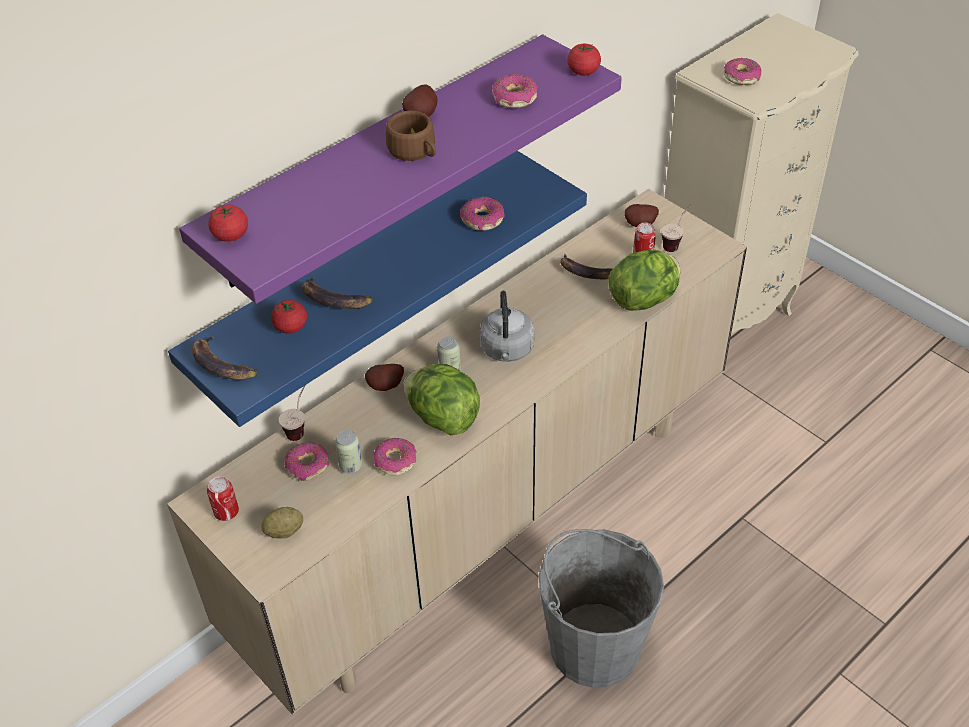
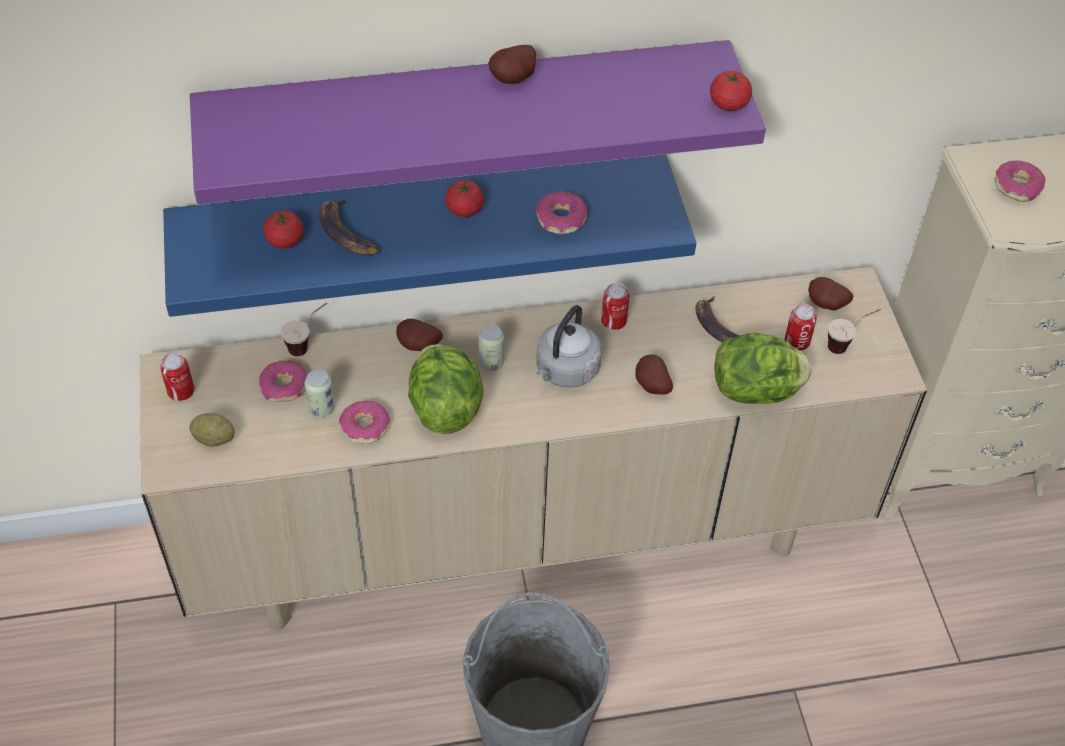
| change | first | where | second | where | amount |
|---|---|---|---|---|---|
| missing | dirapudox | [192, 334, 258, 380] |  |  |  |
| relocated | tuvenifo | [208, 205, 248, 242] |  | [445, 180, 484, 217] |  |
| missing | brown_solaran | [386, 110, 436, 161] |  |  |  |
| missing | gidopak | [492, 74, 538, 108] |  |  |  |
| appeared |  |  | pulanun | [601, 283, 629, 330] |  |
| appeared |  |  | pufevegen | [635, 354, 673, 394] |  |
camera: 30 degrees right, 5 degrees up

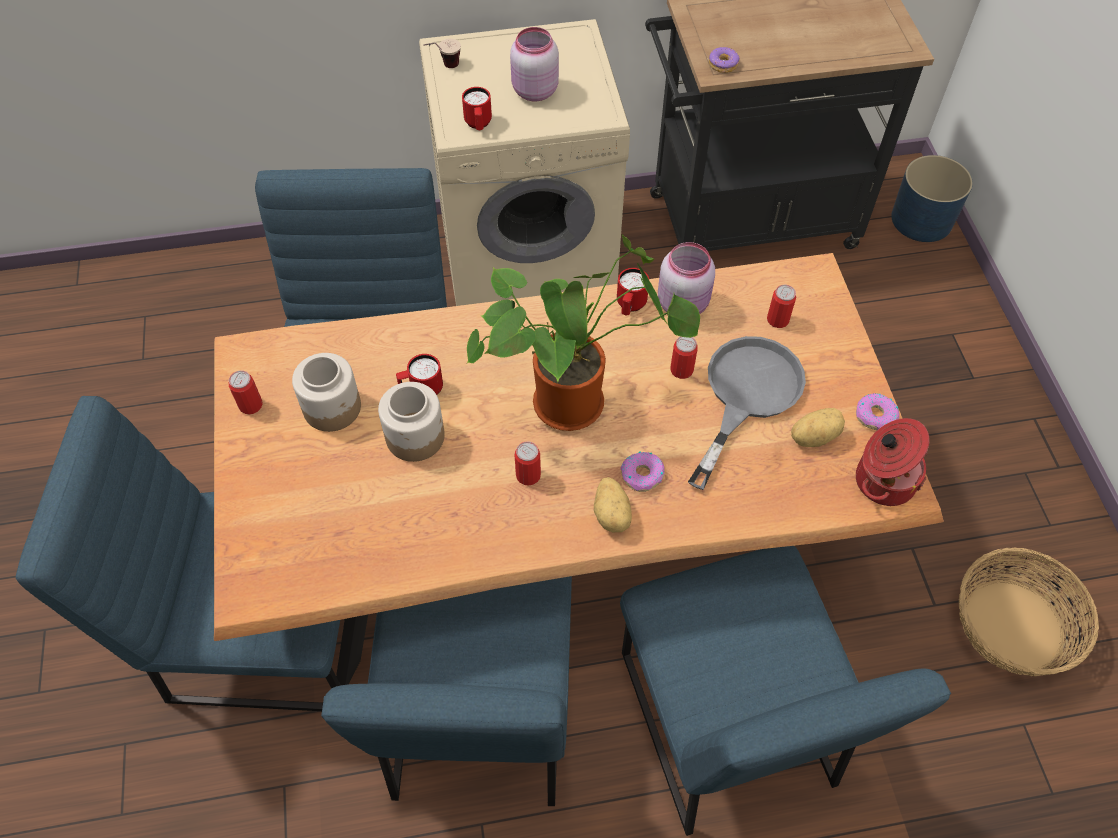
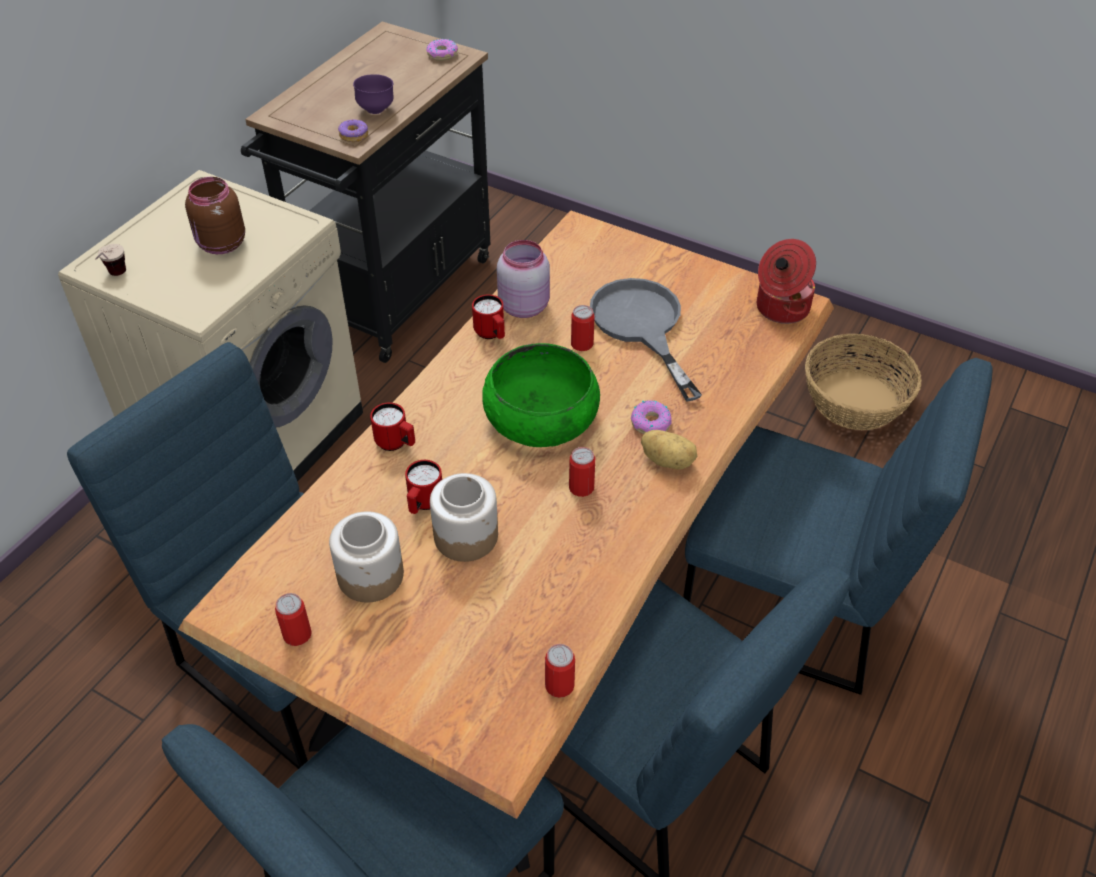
| change | first | where | second | where | amount |
|---|---|---|---|---|---|
| relocated | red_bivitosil | [462, 87, 492, 130] |  | [370, 402, 415, 451] |  |
| exchanged | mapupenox | [467, 234, 700, 431] | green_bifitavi | [482, 343, 600, 447] |  |
| colour | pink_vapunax | [510, 27, 559, 101] | brown_vapunax | [185, 177, 245, 254] |  |
| relocated | pulanun | [767, 285, 796, 328] |  | [545, 644, 575, 698] |  |
| missing | pufevegen | [791, 408, 845, 447] |  |  |  |
| relocated | gidopak | [856, 393, 900, 430] |  | [426, 39, 458, 61] |  |
| missing | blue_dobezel | [891, 155, 973, 242] |  |  |  |
| appeared |  |  | purple_bifitavi | [353, 74, 394, 114] |  |
camera: 50 degrees left, 10 degrees down

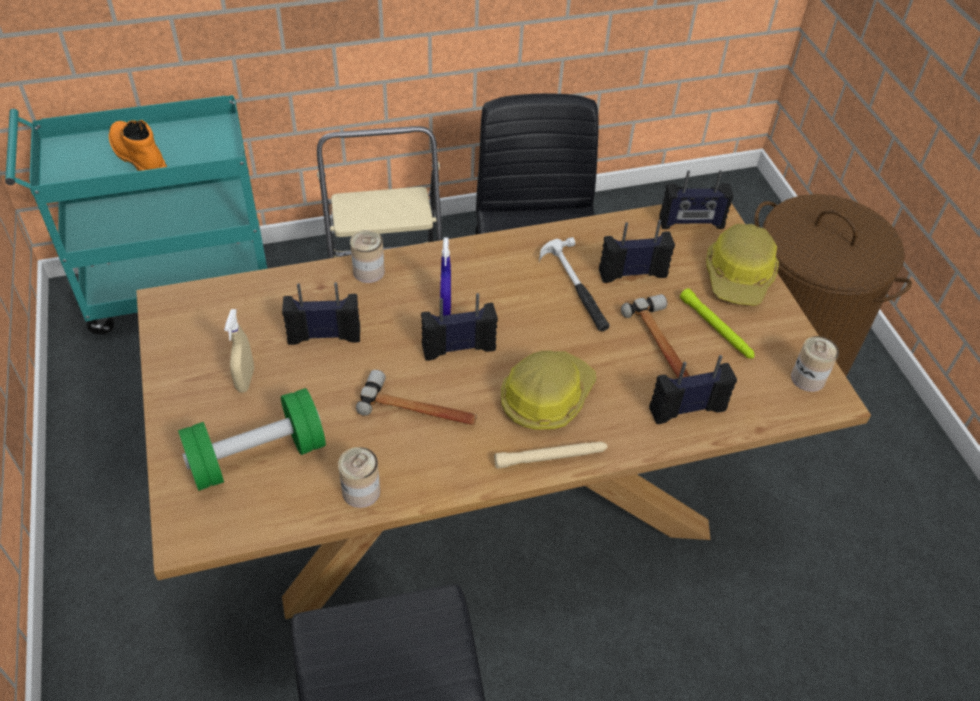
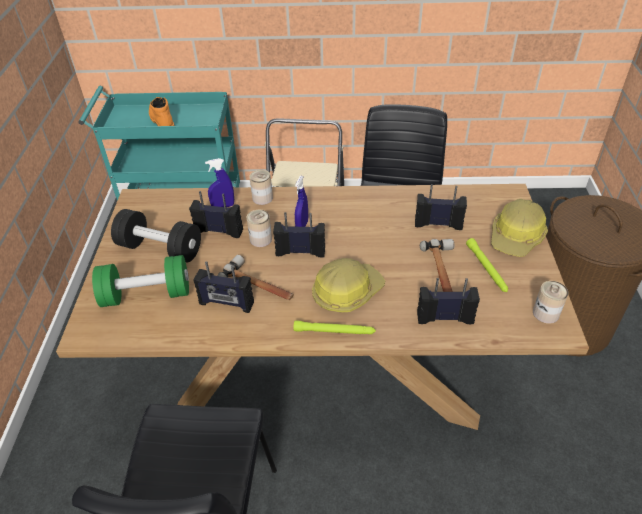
| change | first | where | second | where | amount |
|---|---|---|---|---|---|
| exchanged | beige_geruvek | [224, 309, 254, 393] | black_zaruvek | [111, 209, 201, 262] |  |
| relocated | pulanun | [338, 447, 380, 508] |  | [247, 210, 272, 247] |  |
| colour | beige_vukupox | [494, 442, 608, 469] | green_vukupox | [294, 320, 376, 334] |  |
| missing | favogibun | [539, 237, 610, 331] |  |  |  |
| relocated | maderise | [659, 170, 733, 229] |  | [194, 261, 254, 313] |  |
| appeared |  |  | blue_geruvek | [205, 158, 234, 207] |  |
camera: 20 degrees right, 5 degrees down

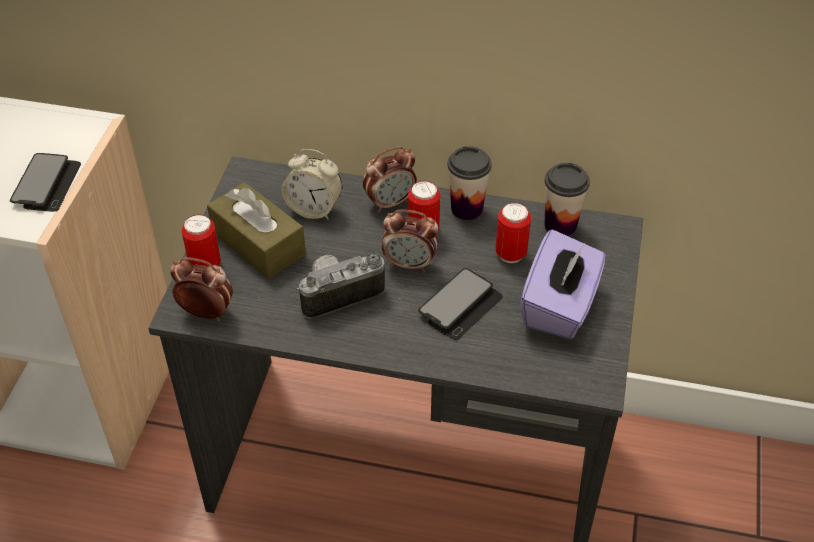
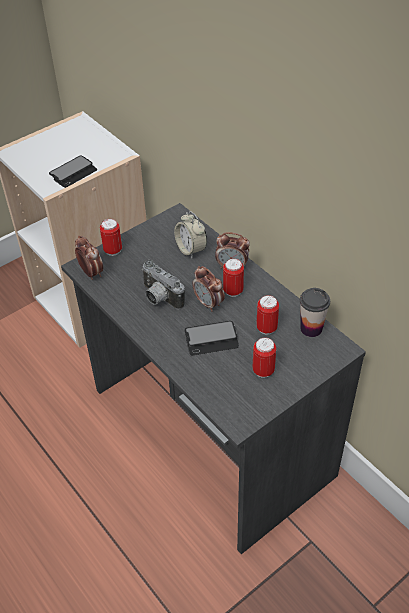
| change | first | where | second | where | amount |
|---|---|---|---|---|---|
| missing | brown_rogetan | [207, 182, 306, 279] |  |  |  |
| spun | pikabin | [297, 252, 385, 319] |  | [141, 260, 185, 310] | 150 degrees counterclockwise |
| missing | solaran | [447, 146, 492, 220] |  |  |  |
| exchanged | purple_rogetan | [521, 229, 605, 339] | pulanun | [253, 337, 276, 378] |  |
camera: 40 degrees right, 0 degrees up

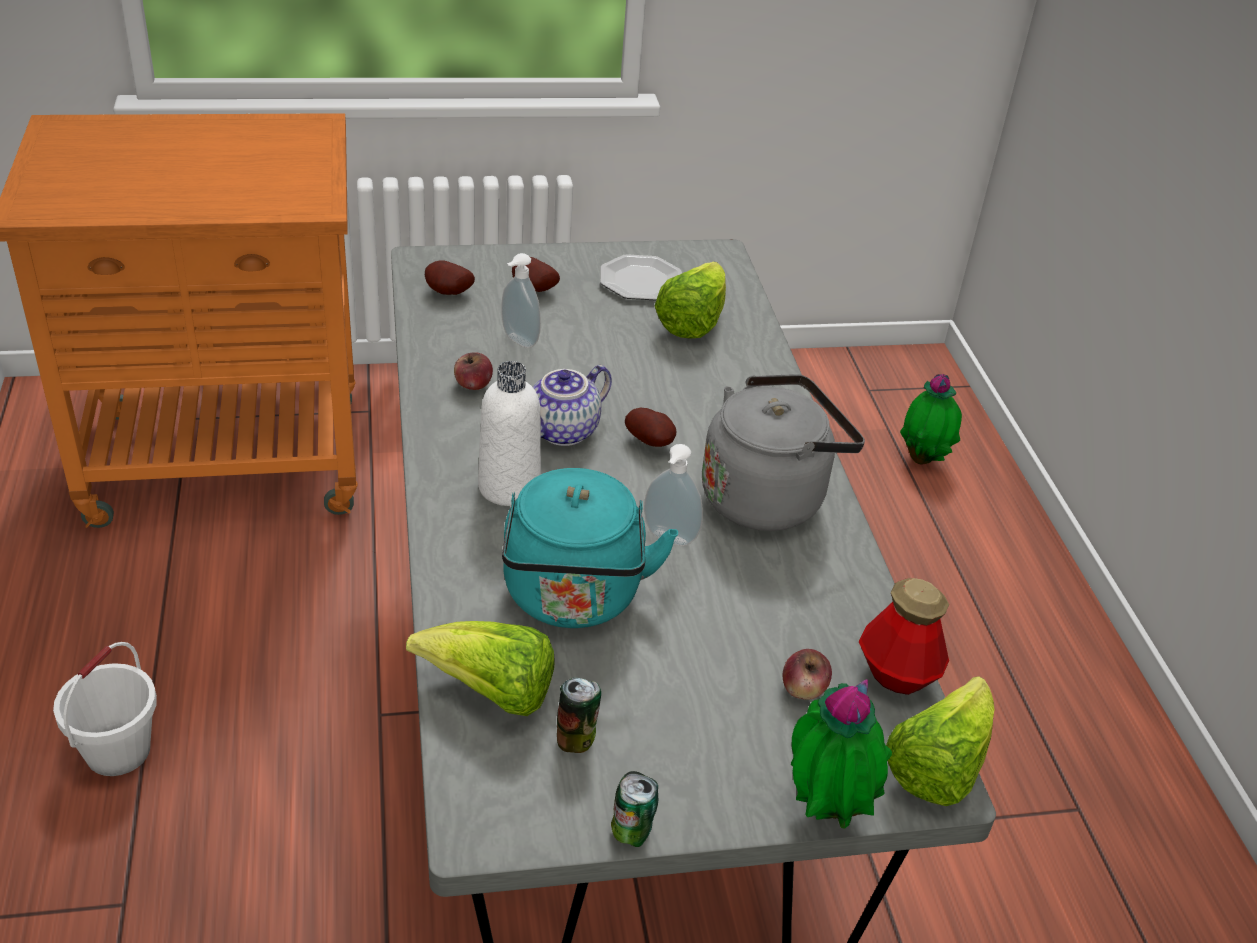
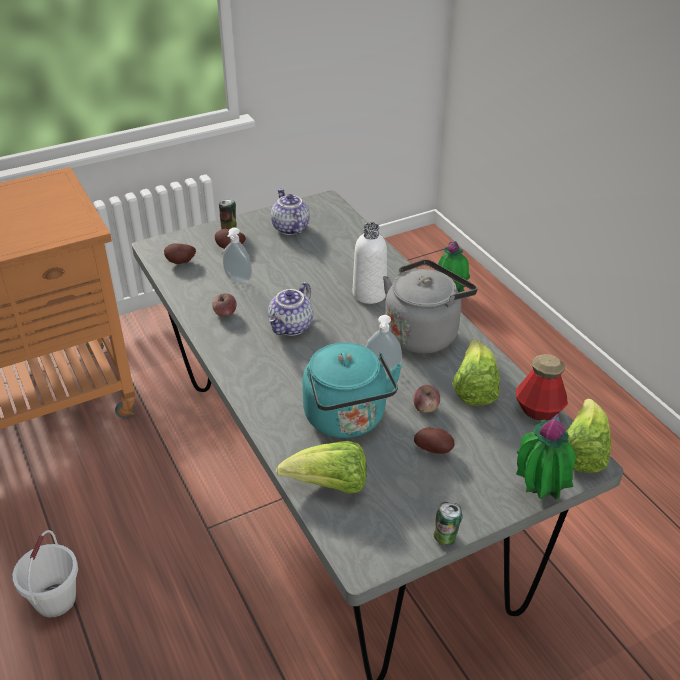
| change | first | where | second | where | amount |
|---|---|---|---|---|---|
| relocated | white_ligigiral | [478, 361, 541, 506] |  | [353, 222, 387, 304] |  |
| relocated | pulanun | [557, 678, 601, 753] |  | [219, 199, 237, 229] |  |
| exchanged | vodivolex | [600, 254, 682, 300] | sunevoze | [271, 189, 310, 235] |  |
| relocated | pufevegen | [625, 408, 676, 447] |  | [414, 427, 454, 454] |  |
| relocated | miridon | [655, 261, 726, 339] |  | [452, 339, 500, 406] |  |
| relocated | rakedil | [783, 649, 832, 700] |  | [413, 385, 440, 413] |  |
camera: 15 degrees left, 0 degrees up

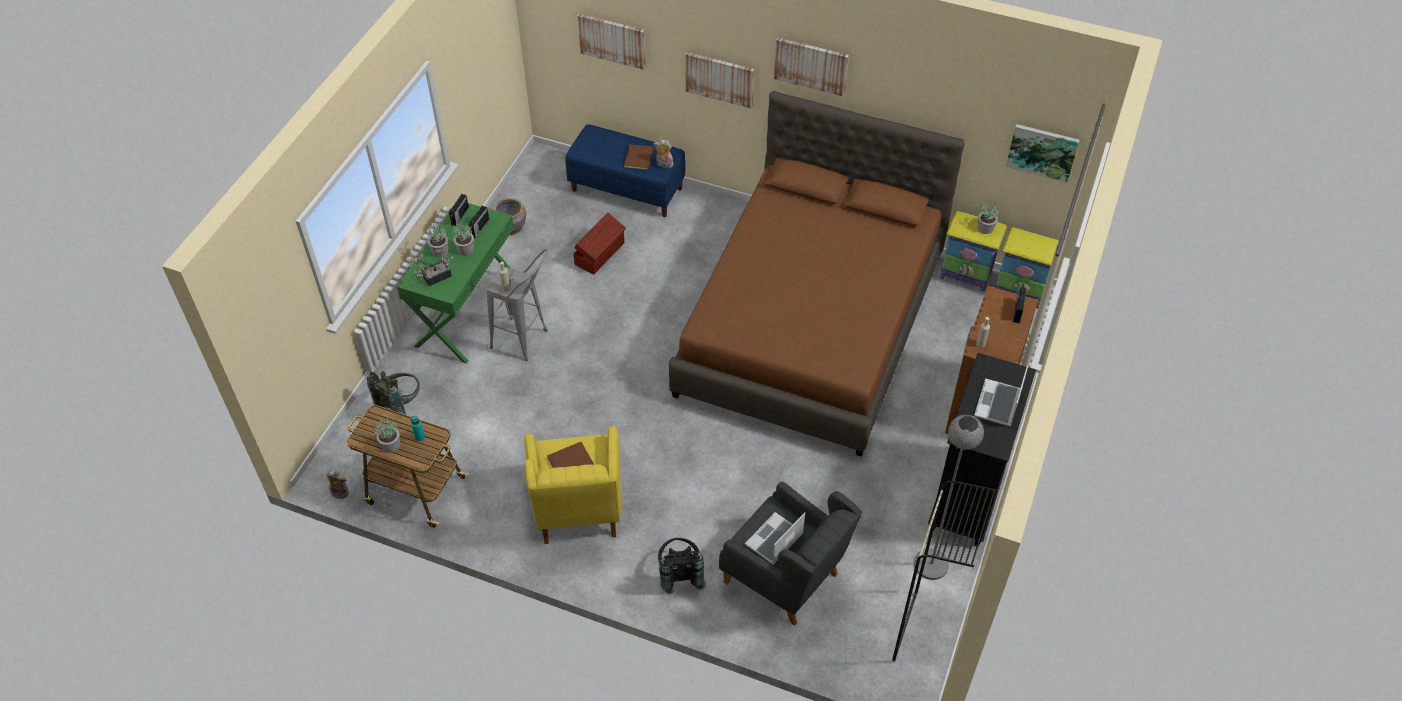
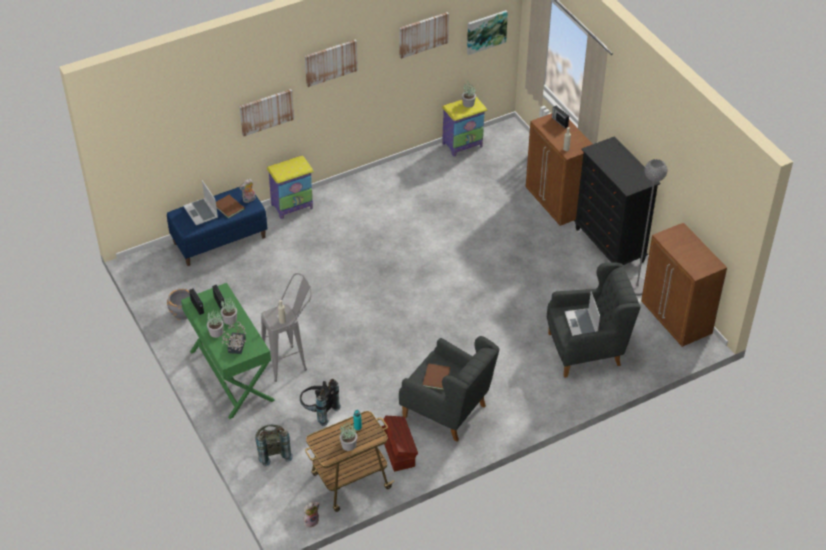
| change | first | where | second | where | amount |
|---|---|---|---|---|---|
| colour | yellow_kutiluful | [524, 426, 621, 544] | grey_kutiluful | [399, 336, 499, 441] |  |
| relocated | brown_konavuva | [573, 213, 626, 274] |  | [381, 416, 418, 472] |  |
| relocated | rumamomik | [577, 14, 646, 70] |  | [399, 12, 449, 59] |  |
| relocated | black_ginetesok | [658, 538, 706, 594] |  | [300, 379, 341, 426] |  |
| missing | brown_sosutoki | [669, 91, 965, 457] |  |  |  |
| exchanged | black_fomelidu | [892, 481, 998, 661] | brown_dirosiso | [641, 222, 727, 347] |  |
| relocated | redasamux | [974, 366, 1028, 427] |  | [183, 181, 218, 225] |  |
| relocated | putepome | [995, 227, 1059, 309] |  | [267, 156, 314, 219] |  |
camera: 50 degrees left, 5 degrees down

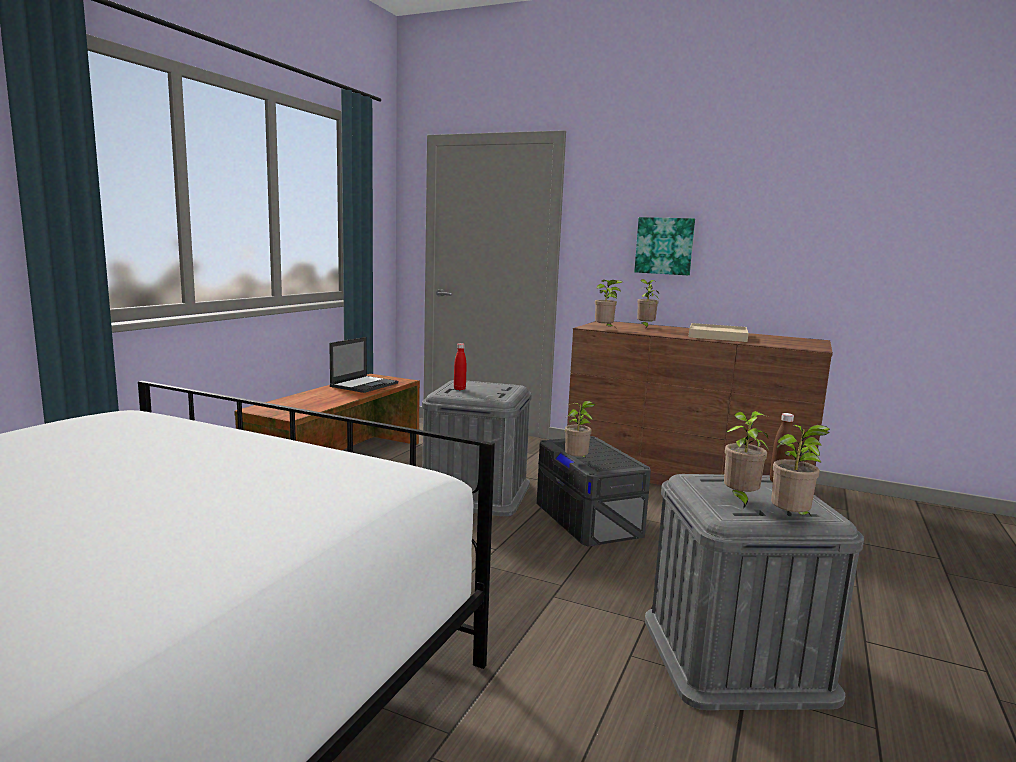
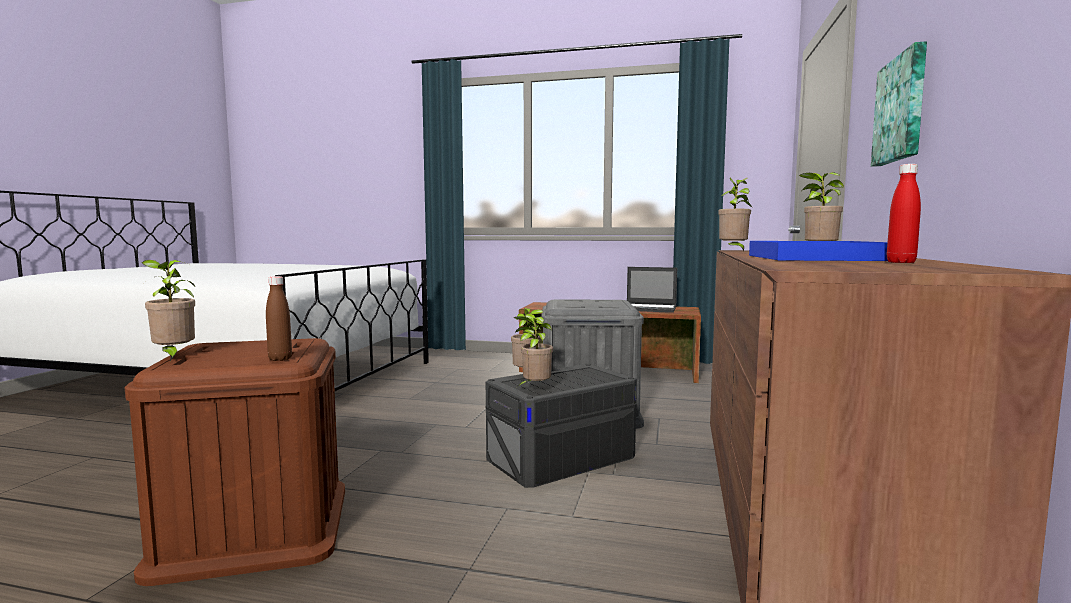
| change | first | where | second | where | amount |
|---|---|---|---|---|---|
| relocated | red_ligigiral | [454, 343, 466, 390] |  | [887, 164, 921, 263] |  |
| colour | grey_konavuva | [645, 474, 864, 710] | brown_konavuva | [124, 338, 345, 586] |  |
| colour | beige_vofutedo | [689, 323, 748, 342] | blue_vofutedo | [749, 241, 888, 261] |  |
| relocated | mapupenox | [724, 411, 769, 509] |  | [514, 314, 553, 386] |  |
camera: 80 degrees right, 5 degrees down

